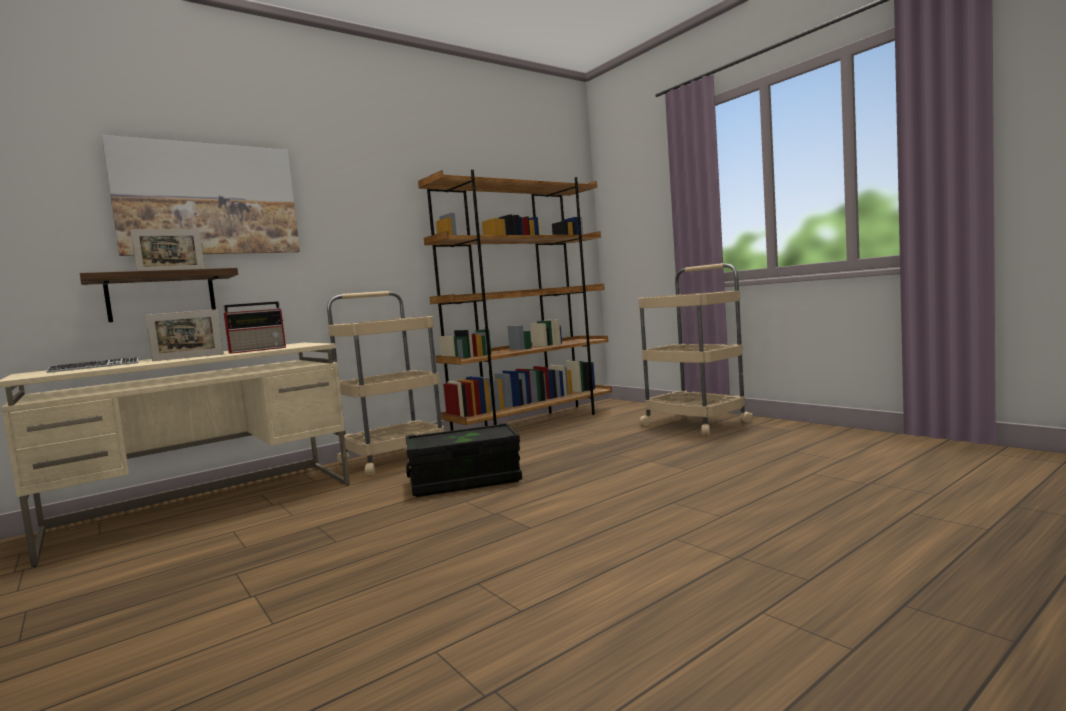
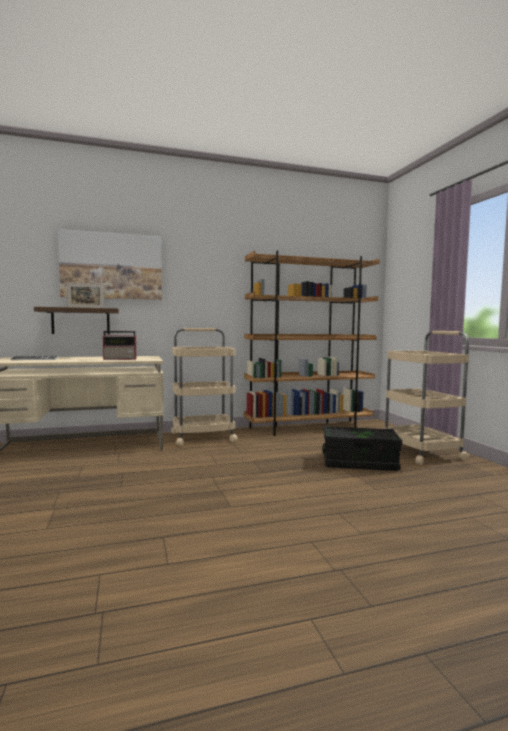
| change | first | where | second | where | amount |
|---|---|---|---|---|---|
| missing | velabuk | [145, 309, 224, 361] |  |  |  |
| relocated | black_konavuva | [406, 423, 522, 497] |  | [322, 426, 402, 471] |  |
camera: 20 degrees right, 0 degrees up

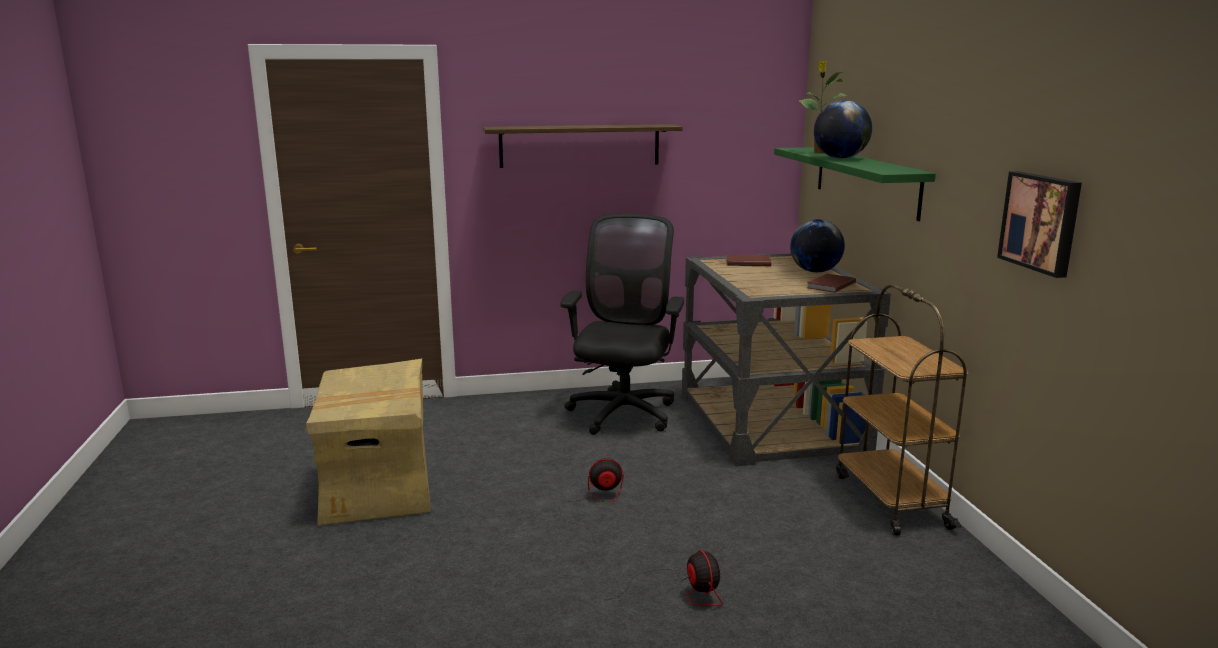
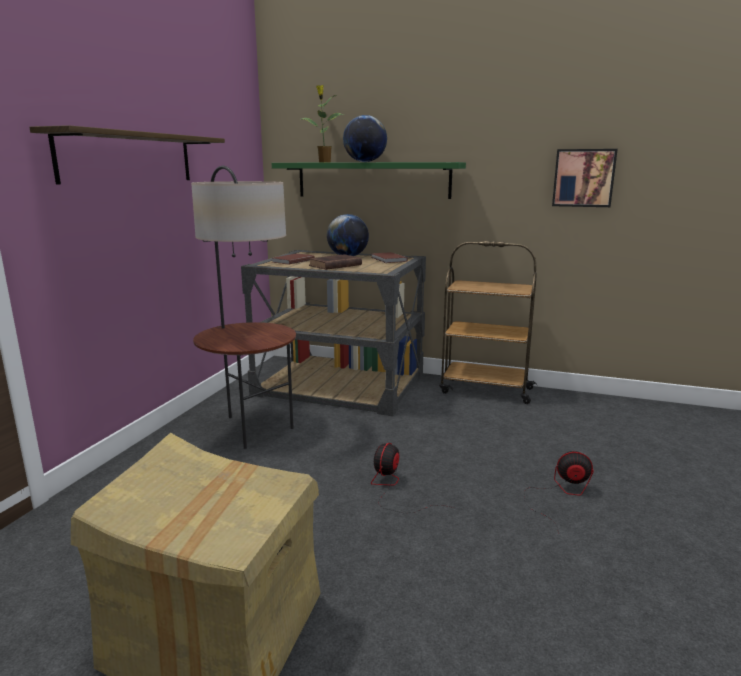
| change | first | where | second | where | amount |
|---|---|---|---|---|---|
| exchanged | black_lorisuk | [560, 214, 684, 435] | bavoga | [191, 166, 296, 449] |  |
| appeared |  |  | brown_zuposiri | [309, 254, 362, 270] |  |
camera: 60 degrees left, 0 degrees up

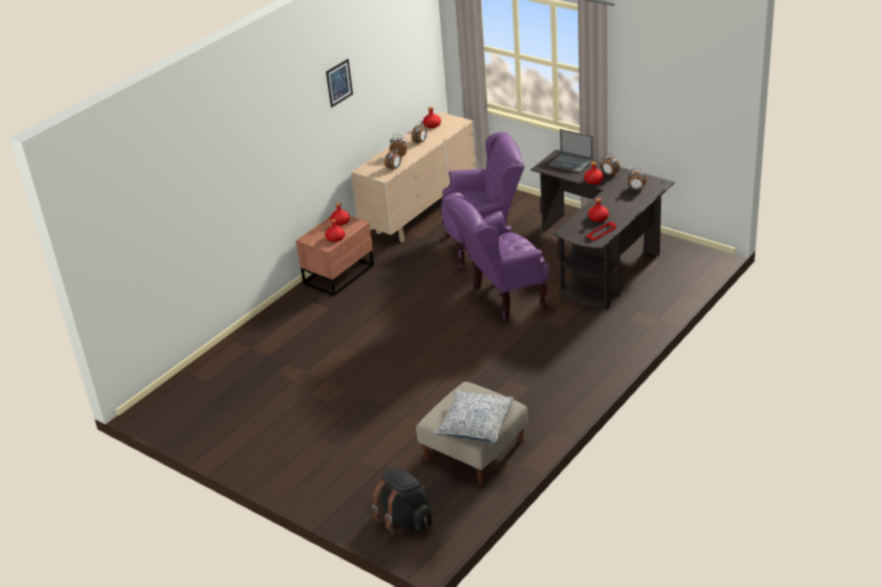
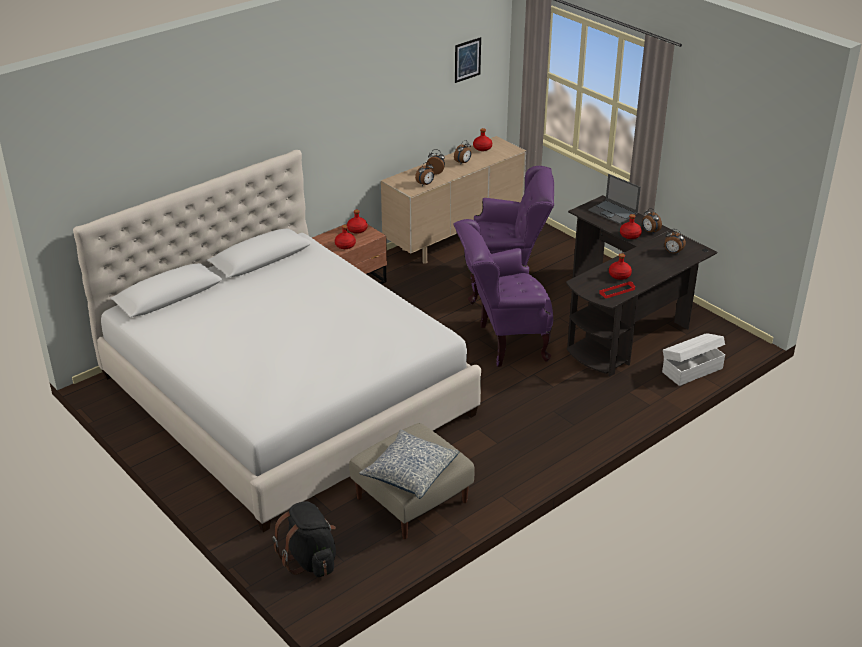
| change | first | where | second | where | amount |
|---|---|---|---|---|---|
| relocated | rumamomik | [326, 59, 353, 108] |  | [455, 37, 481, 83] |  |
| appeared |  |  | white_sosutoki | [73, 150, 481, 532] |  |
| appeared |  |  | white_konavuva | [662, 333, 725, 386] |  |
camera: 10 degrees right, 0 degrees up

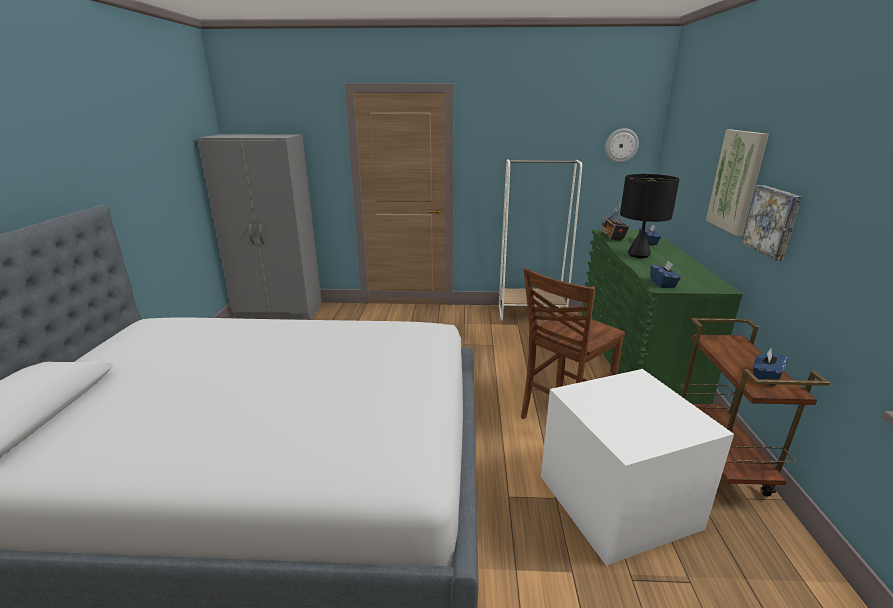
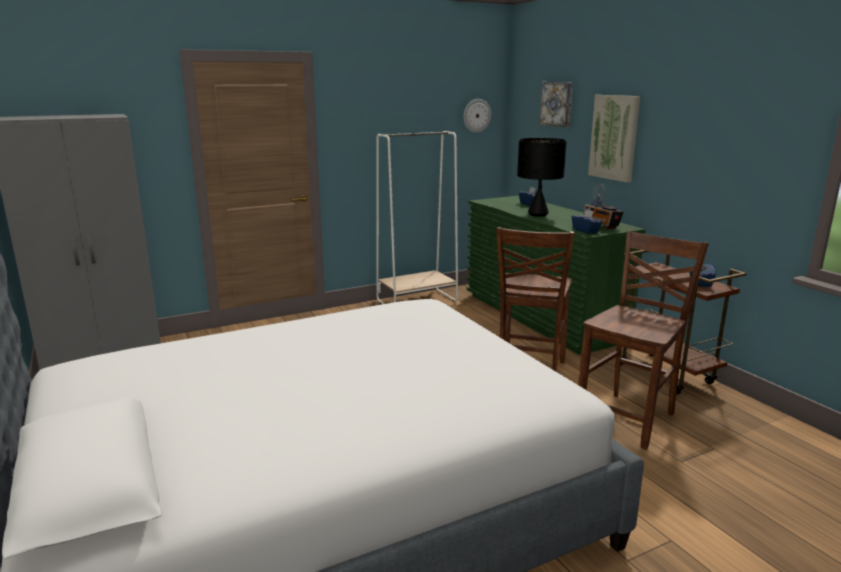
| change | first | where | second | where | amount |
|---|---|---|---|---|---|
| exchanged | white_konavuva | [541, 369, 734, 566] | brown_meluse | [578, 231, 709, 450] |  |
| relocated | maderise | [601, 201, 629, 241] |  | [583, 184, 624, 229] |  |
| relocated | rumamomik | [742, 185, 802, 261] |  | [539, 82, 573, 127] |  |
camera: 30 degrees left, 5 degrees down

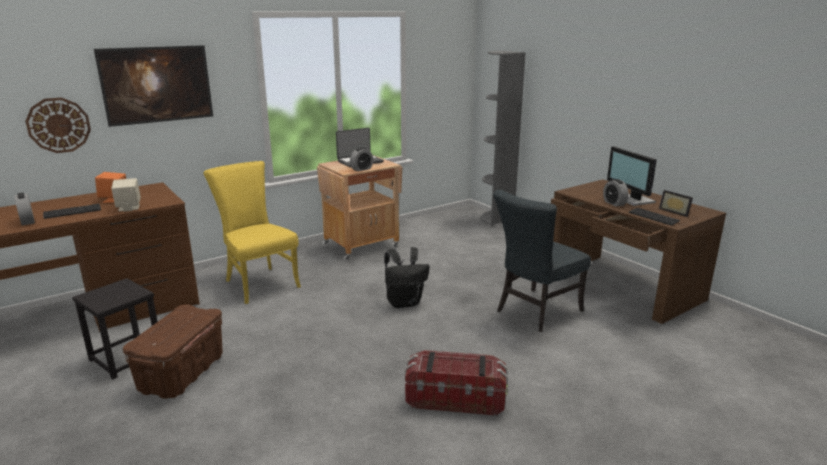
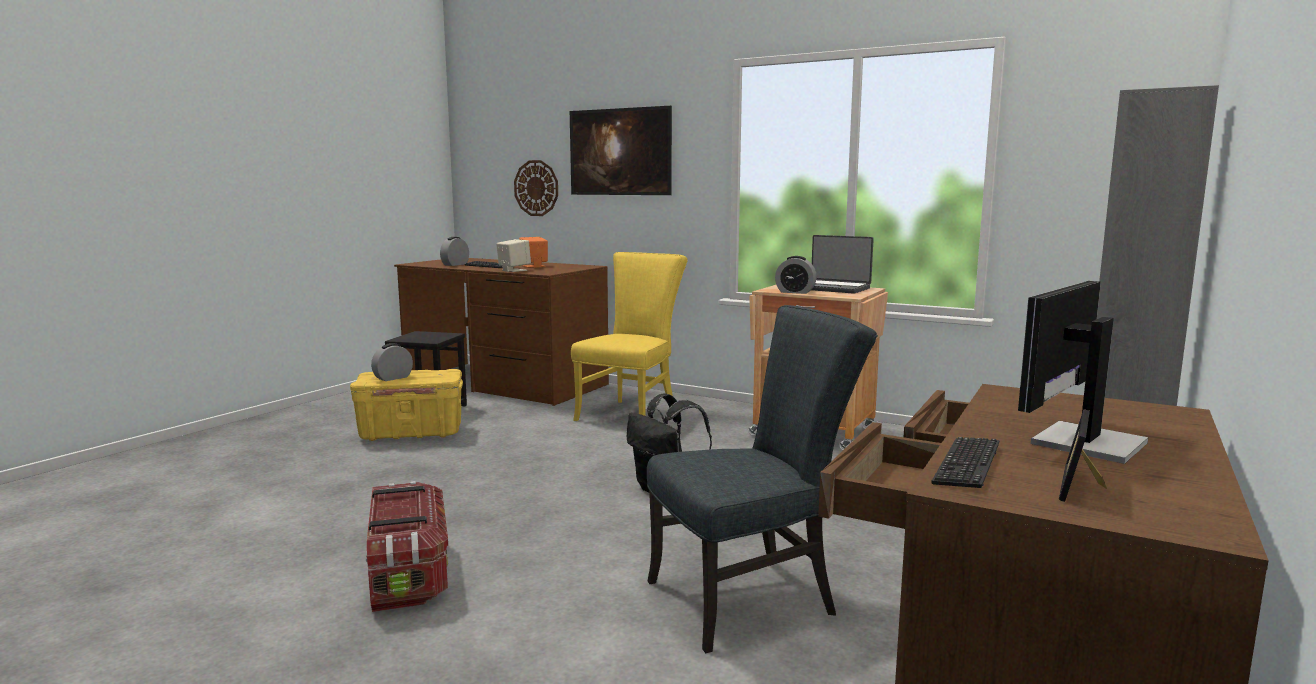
| change | first | where | second | where | amount |
|---|---|---|---|---|---|
| colour | brown_konavuva | [123, 305, 223, 399] | yellow_konavuva | [350, 369, 463, 441] |  |
| spun | grey_meluse | [493, 190, 591, 332] |  | [647, 305, 878, 653] | 135 degrees clockwise |
| relocated | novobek | [603, 179, 629, 207] |  | [371, 343, 413, 381] |  |
camera: 65 degrees right, 10 degrees down

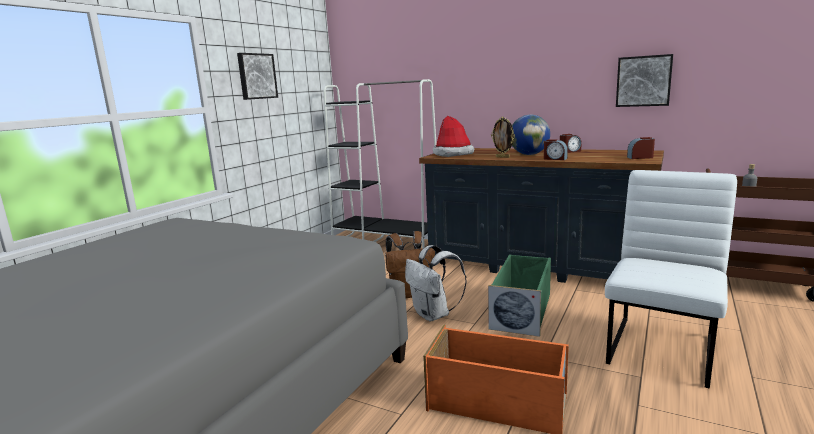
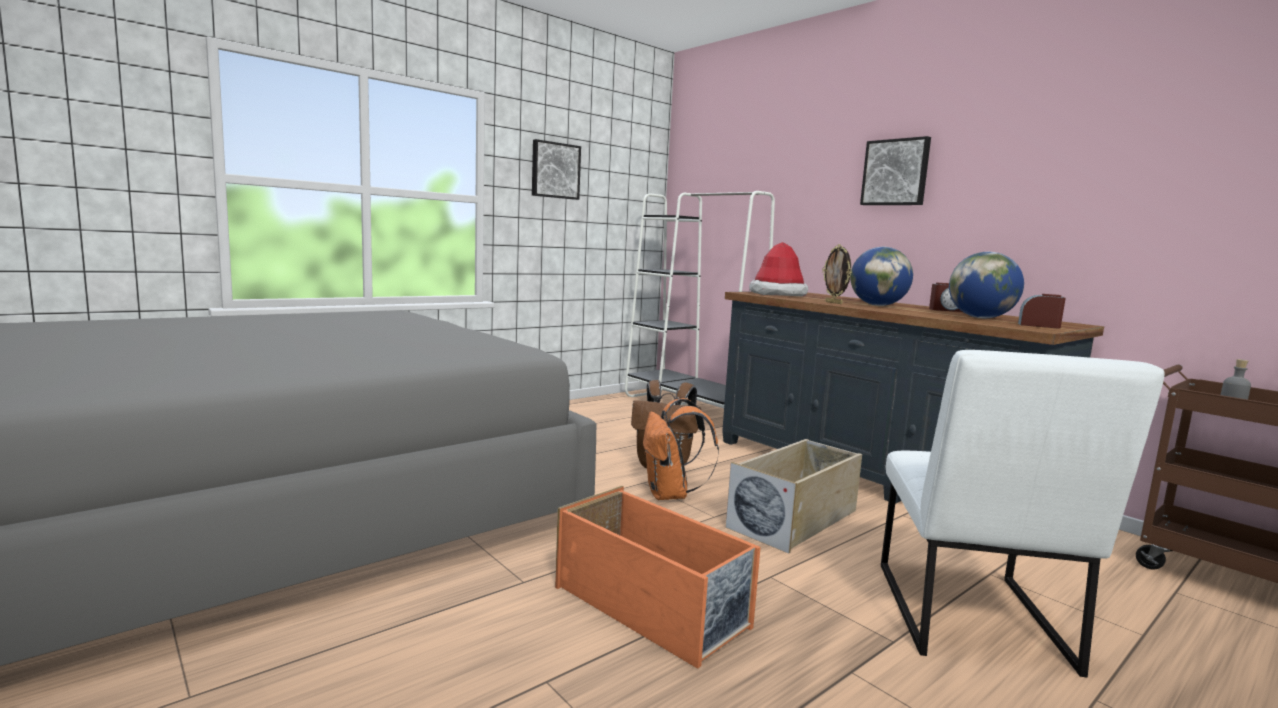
| change | first | where | second | where | amount |
|---|---|---|---|---|---|
| colour | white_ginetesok | [405, 245, 467, 322] | orange_ginetesok | [643, 398, 719, 500] |  |
| colour | green_konavuva | [488, 254, 551, 337] | beige_konavuva | [726, 439, 862, 554] |  |
| missing | novobek | [544, 139, 568, 160] |  |  |  |
| spun | white_meluse | [605, 170, 737, 388] |  | [881, 350, 1165, 677] | 135 degrees clockwise |
| relocated | rumamomik | [616, 54, 673, 107] |  | [860, 136, 931, 205] |  |
| appeared |  |  | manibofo | [949, 252, 1024, 318] |  |
camera: 20 degrees right, 5 degrees down

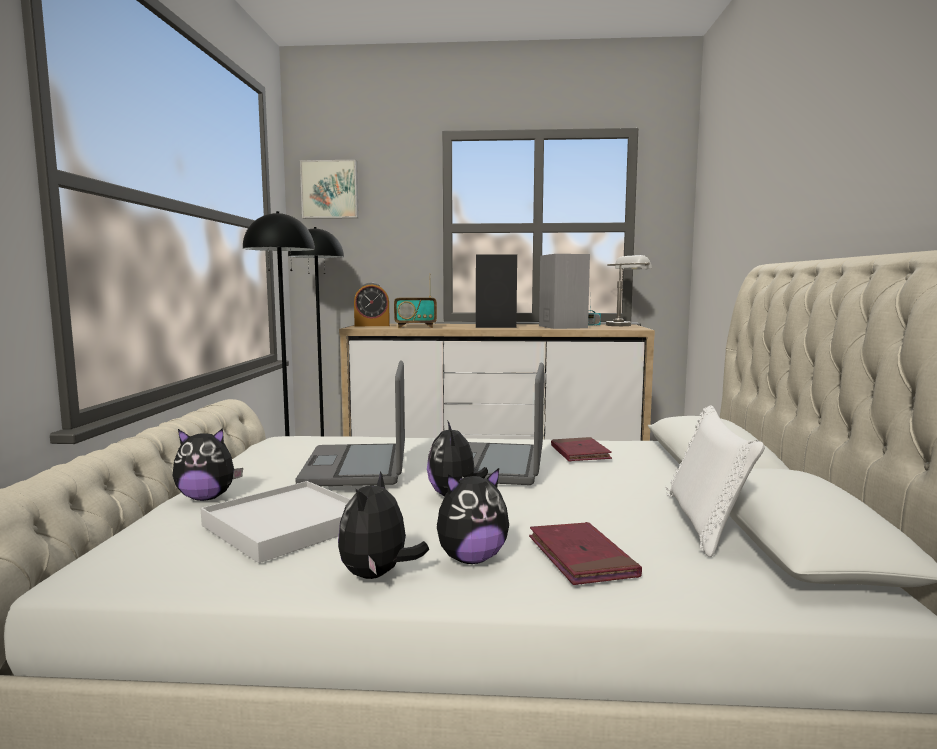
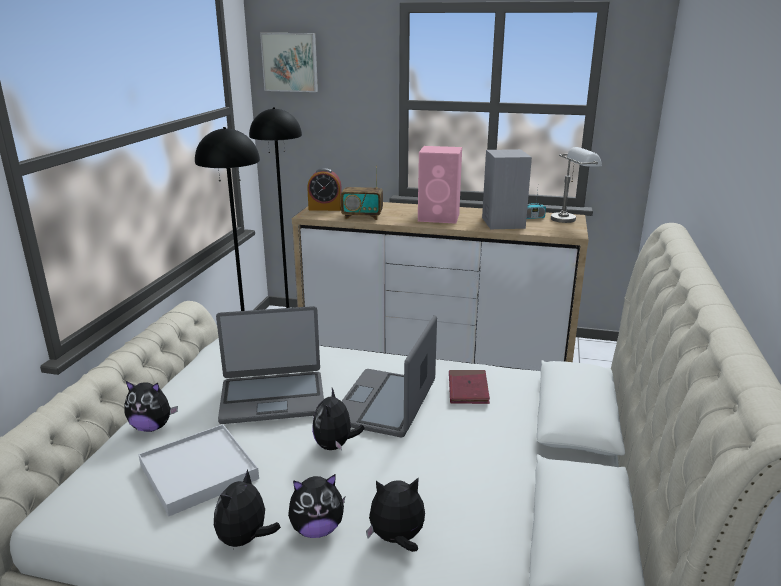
| change | first | where | second | where | amount |
|---|---|---|---|---|---|
| spun | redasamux | [296, 360, 405, 486] |  | [216, 306, 324, 424] | 105 degrees counterclockwise |
| colour | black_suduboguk | [476, 254, 517, 328] | pink_suduboguk | [418, 146, 462, 224] |  |
| exchanged | red_zuposiri | [529, 522, 642, 585] | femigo | [366, 478, 425, 552] |  |
| missing | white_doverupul | [665, 405, 765, 557] |  |  |  |
camera: 10 degrees right, 15 degrees up

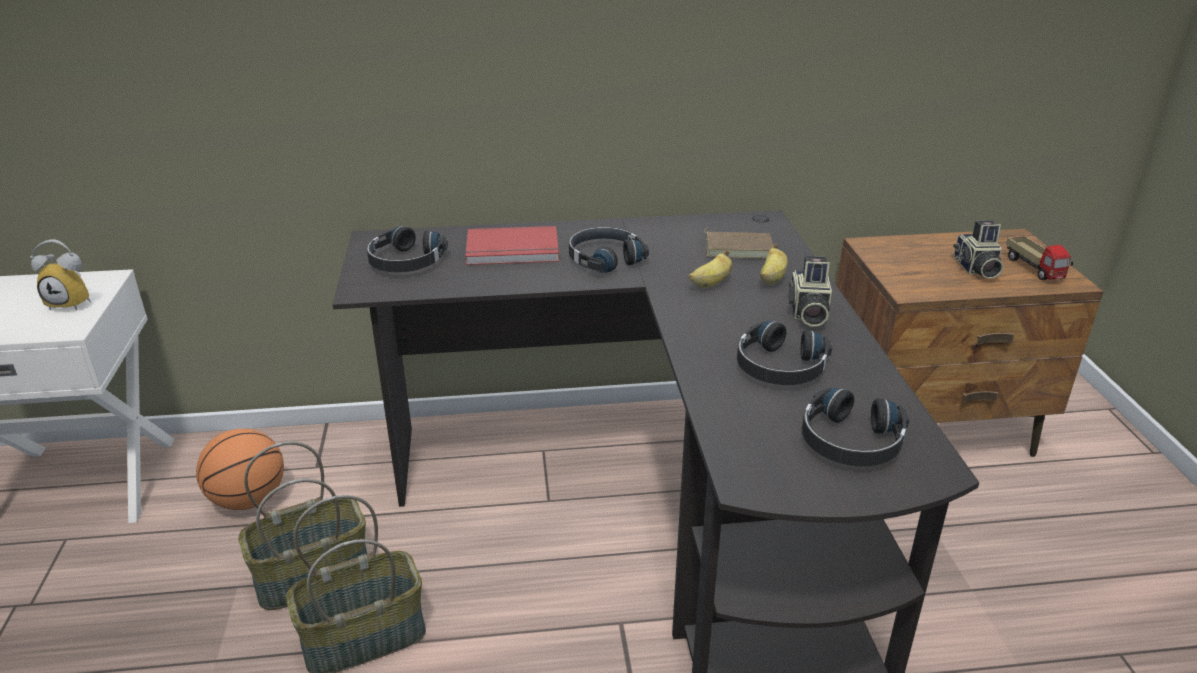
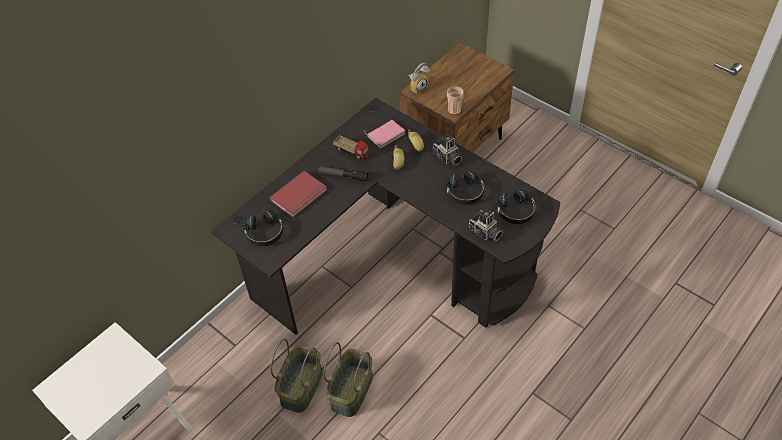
| change | first | where | second | where | amount |
|---|---|---|---|---|---|
| relocated | novobek | [30, 239, 91, 310] |  | [408, 63, 429, 93] |  |
| missing | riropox | [196, 429, 284, 510] |  |  |  |
| exchanged | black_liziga | [569, 227, 649, 273] | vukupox | [317, 166, 368, 181] |  |
| colour | brown_zuposiri | [704, 227, 773, 259] | pink_zuposiri | [363, 120, 405, 148] |  |
| relocated | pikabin | [953, 220, 1004, 279] |  | [468, 209, 503, 241] |  |
| relocated | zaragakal | [1006, 235, 1073, 280] |  | [333, 135, 370, 160] |  |
| appeared |  |  | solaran | [447, 86, 463, 115] |  |
camera: 40 degrees left, 20 degrees up

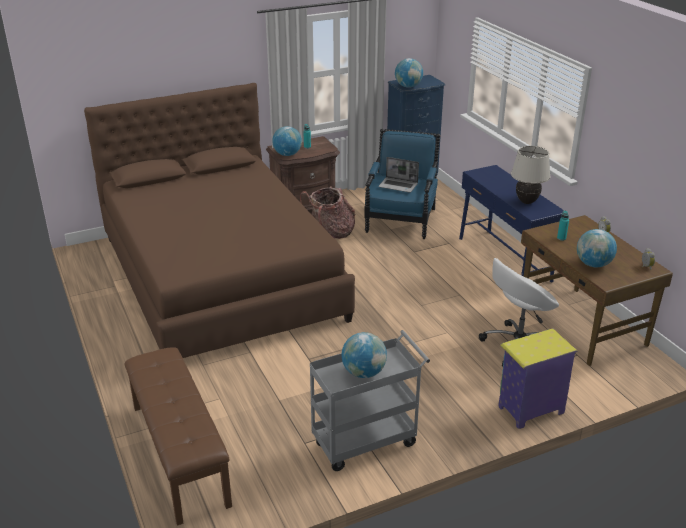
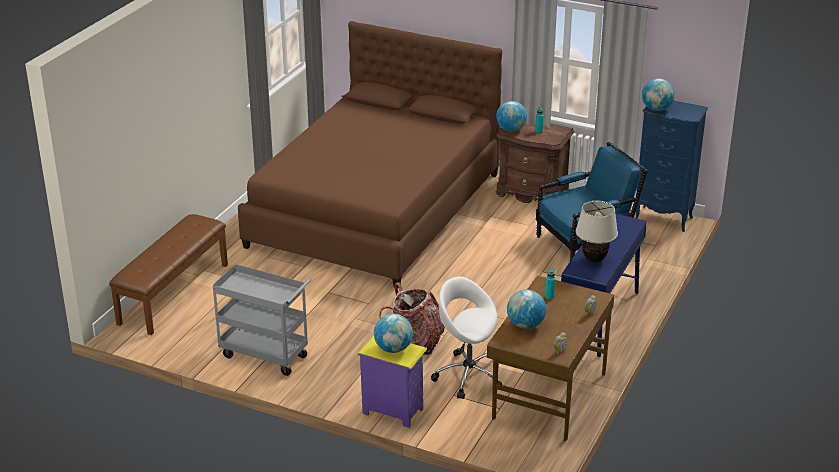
| change | first | where | second | where | amount |
|---|---|---|---|---|---|
| relocated | ginetesok | [300, 186, 356, 239] |  | [379, 282, 445, 355] |  |
| relocated | manibofo | [341, 332, 387, 378] |  | [374, 314, 413, 353] |  |
| missing | redasamux | [378, 157, 419, 193] |  |  |  |
camera: 50 degrees right, 0 degrees up

